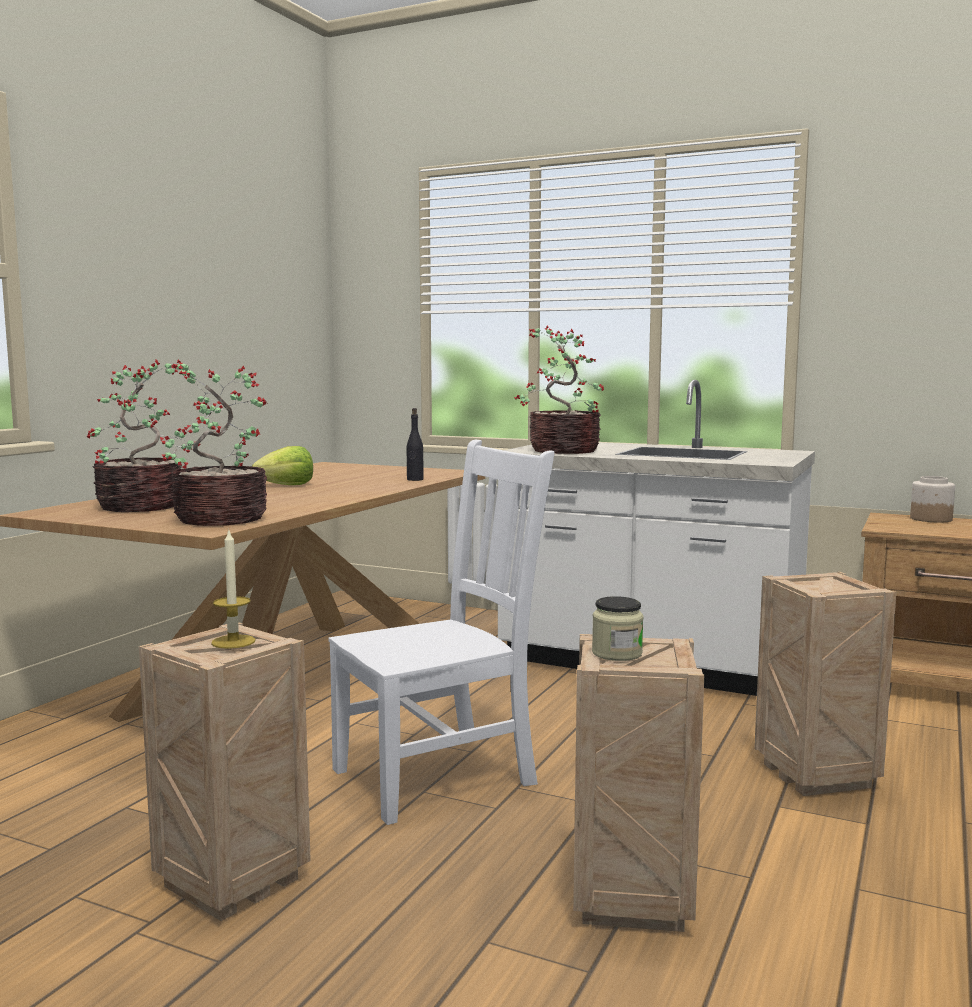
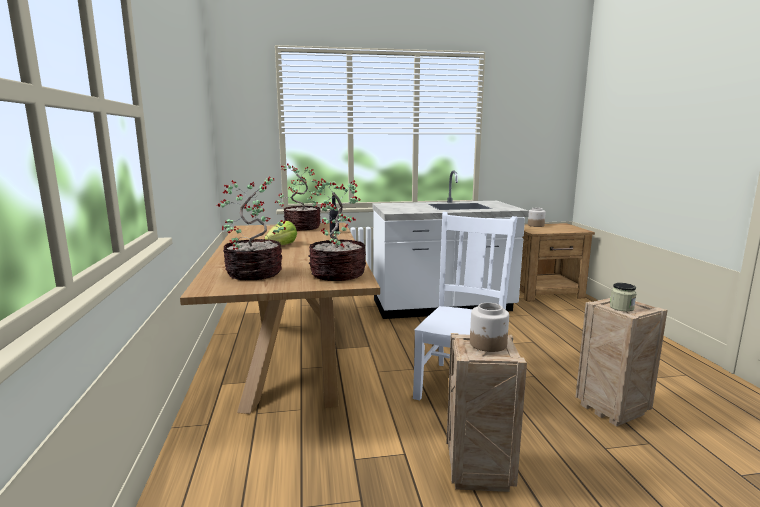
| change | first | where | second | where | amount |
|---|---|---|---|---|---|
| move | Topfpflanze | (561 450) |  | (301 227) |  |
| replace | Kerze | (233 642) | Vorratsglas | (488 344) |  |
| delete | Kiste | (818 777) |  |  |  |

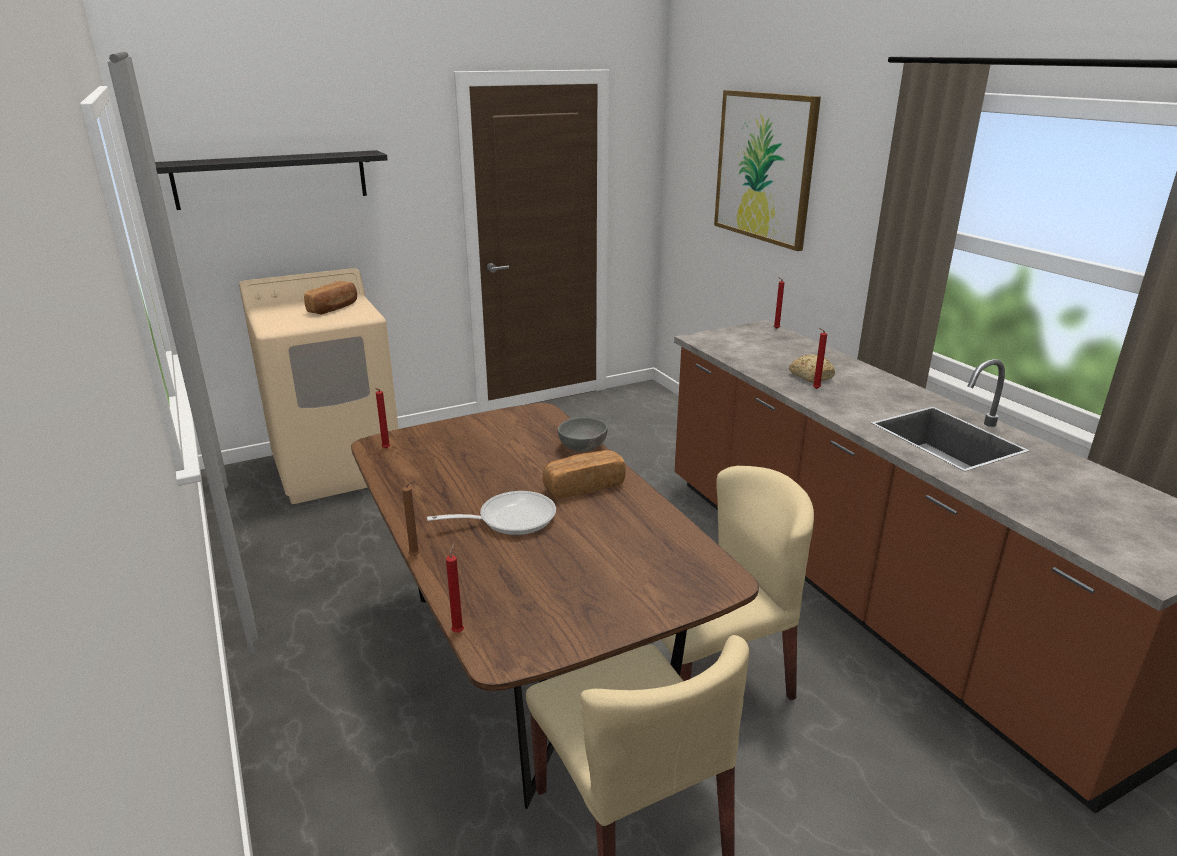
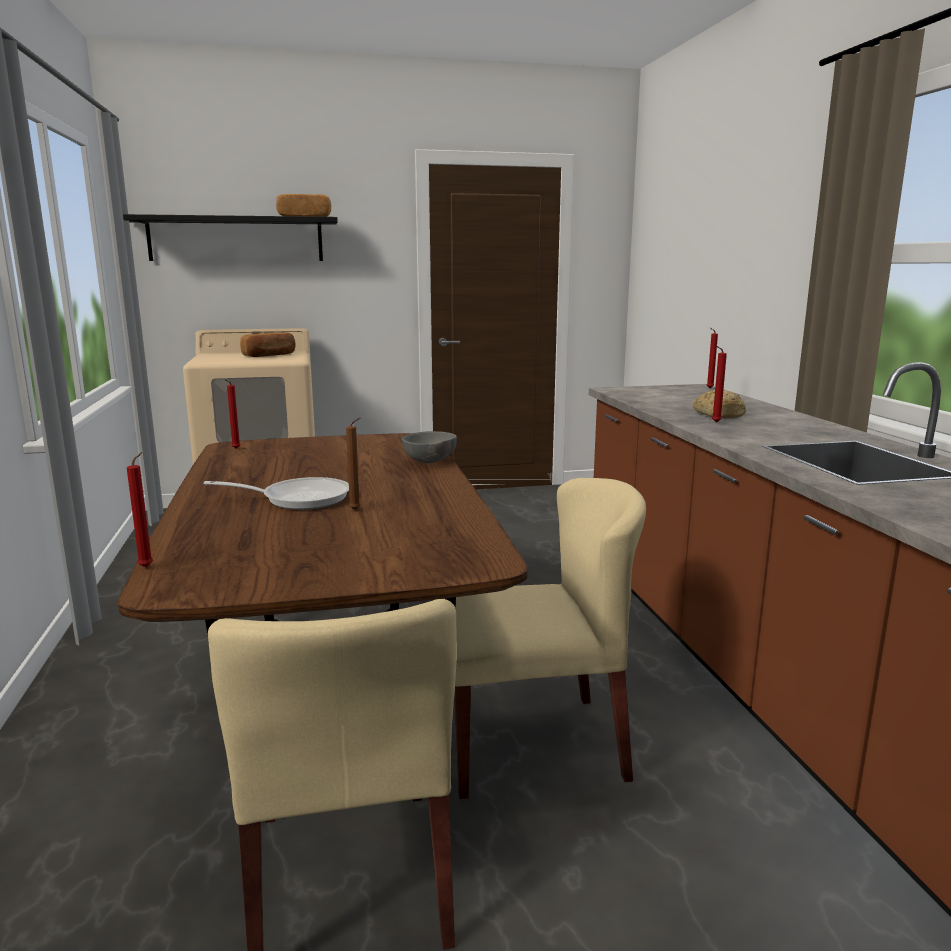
| change | first | where | second | where | amount |
|---|---|---|---|---|---|
| move | Brot | (583 486) |  | (304 217) |  |
| move | Kerze/braun | (416 556) |  | (356 510) |  |
| delete | Bild | (764 167) |  |  |  |

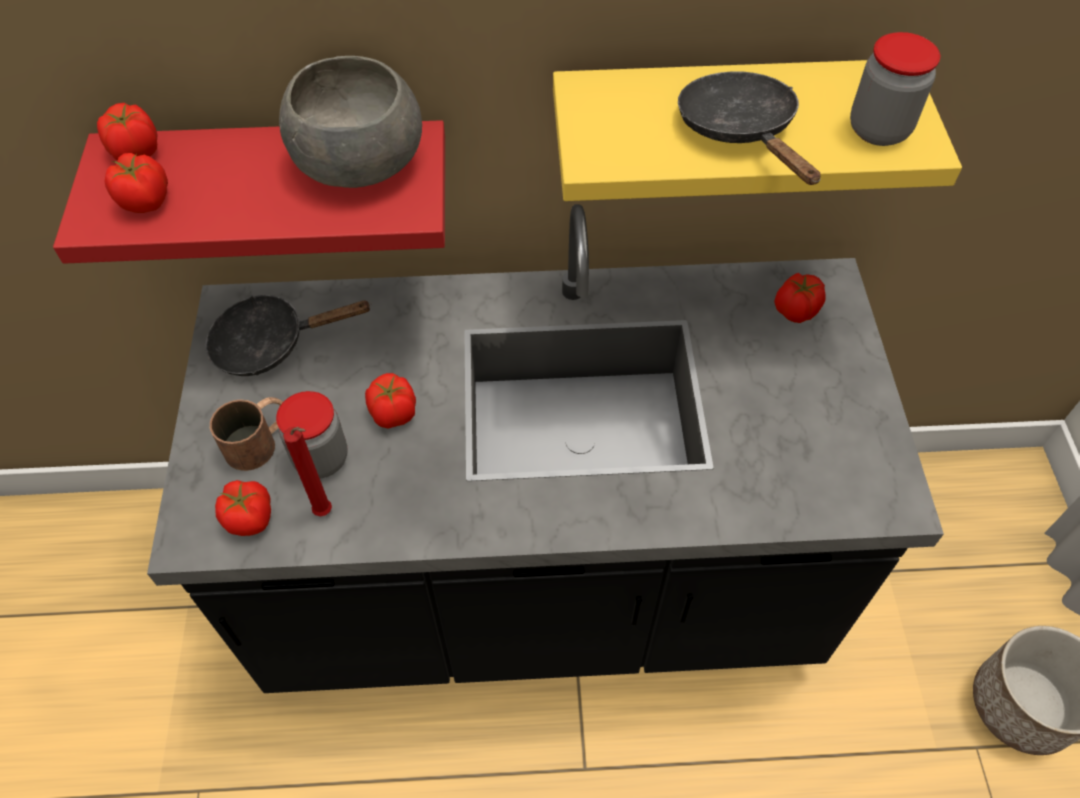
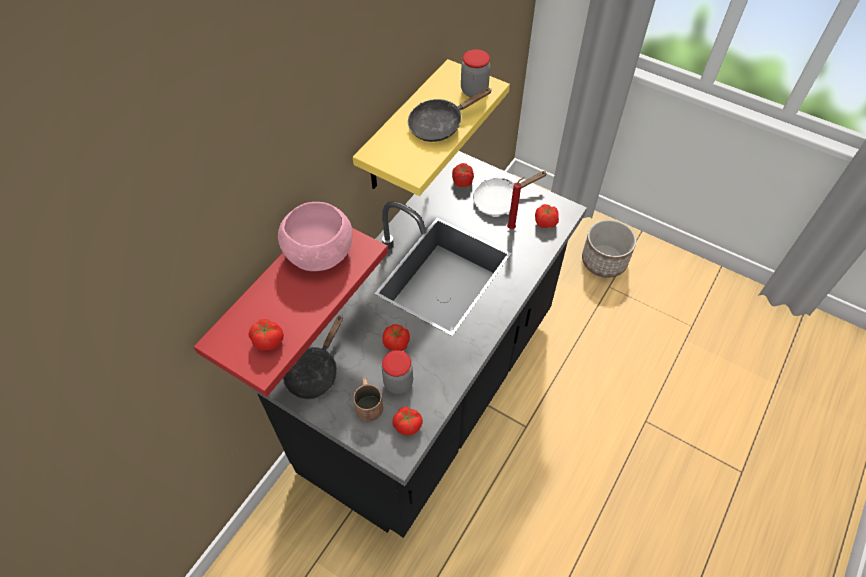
| change | first | where | second | where | amount |
|---|---|---|---|---|---|
| recolor | Schüssel/grau | (357 162) | Schüssel/rosa | (319 253) |  |
| rotate | Pfanne/schwarz | (741 131) |  | (440 125) | 45 degrees counterclockwise |
| insert |  |  | Pfanne/weiß | (500 200) |  |
| move | Kerze/rot | (326 513) |  | (512 227) |  |
| move | Tomate | (135 152) |  | (546 223) |  |

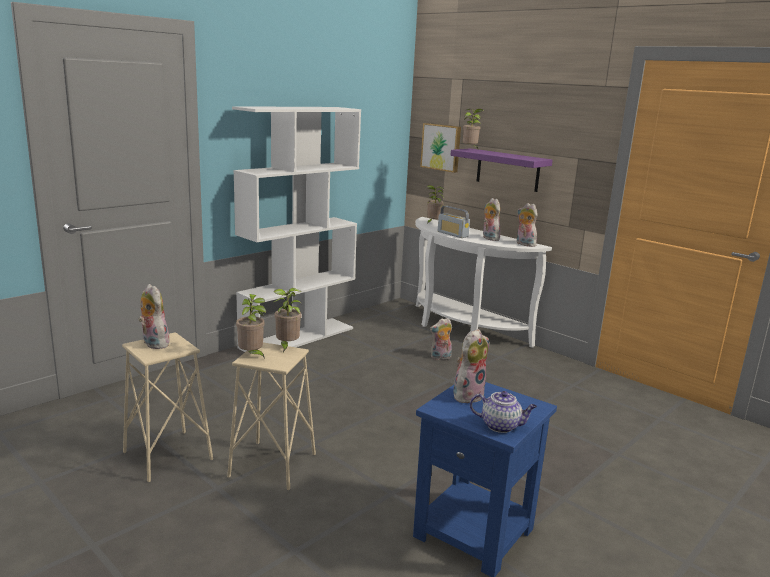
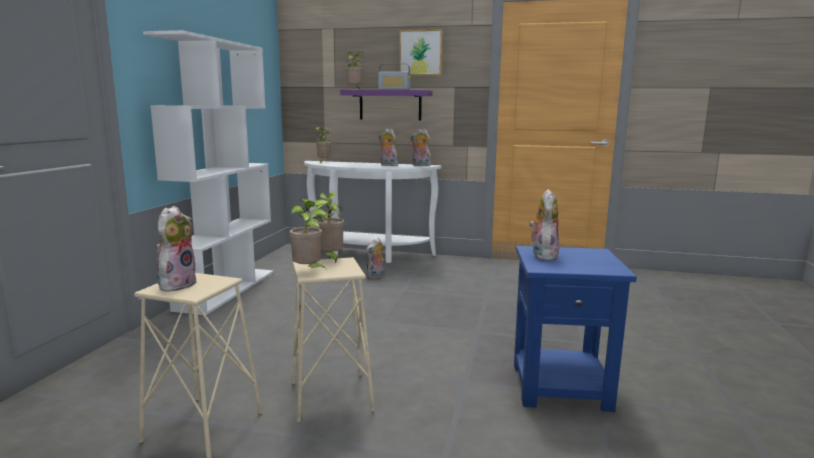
| change | first | where | second | where | amount |
|---|---|---|---|---|---|
| rotate | Plüschtier | (153 343) |  | (177 284) | 90 degrees clockwise |
| move | Radio | (452 234) |  | (394 89) |  |
| move | Bild | (441 147) |  | (421 53) |  |
| delete | Teekanne | (501 426) |  |  |  |

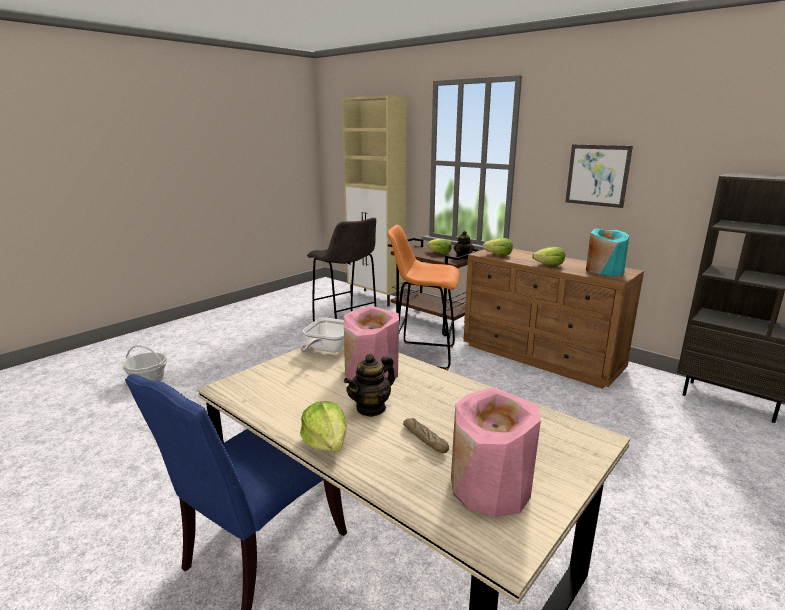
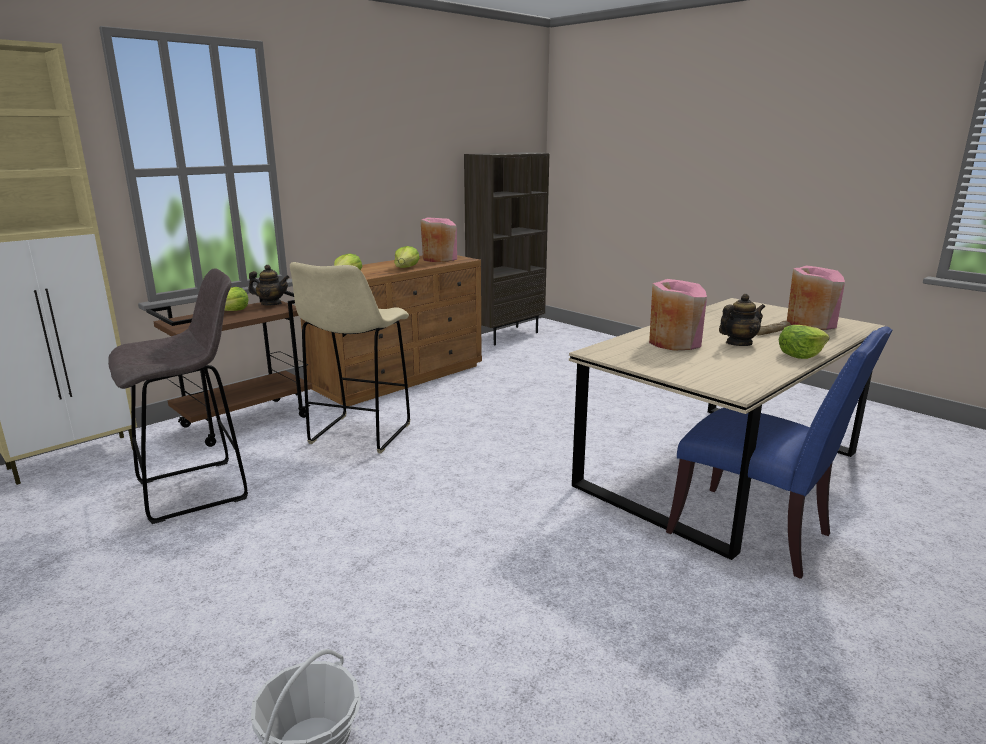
| change | first | where | second | where | amount |
|---|---|---|---|---|---|
| recolor | Hocker/orange | (422 355) | Hocker/beige | (359 435) |  |
| recolor | Vase/türkis | (604 271) | Vase/rosa | (439 259) |  |
| rotate | Teekanne | (371 408) |  | (738 343) | 75 degrees counterclockwise |
| delete | Pfanne | (327 350) |  |  |  |
| delete | Bild | (597 175) |  |  |  |

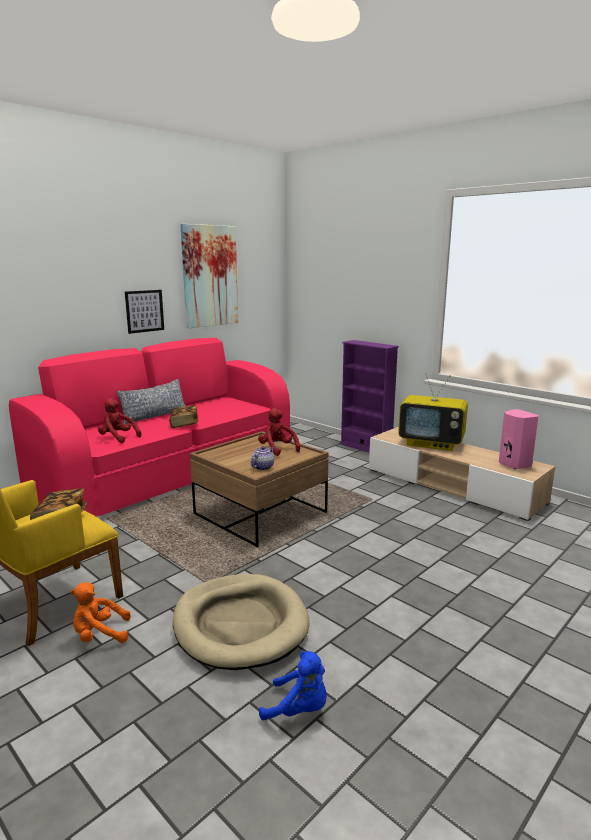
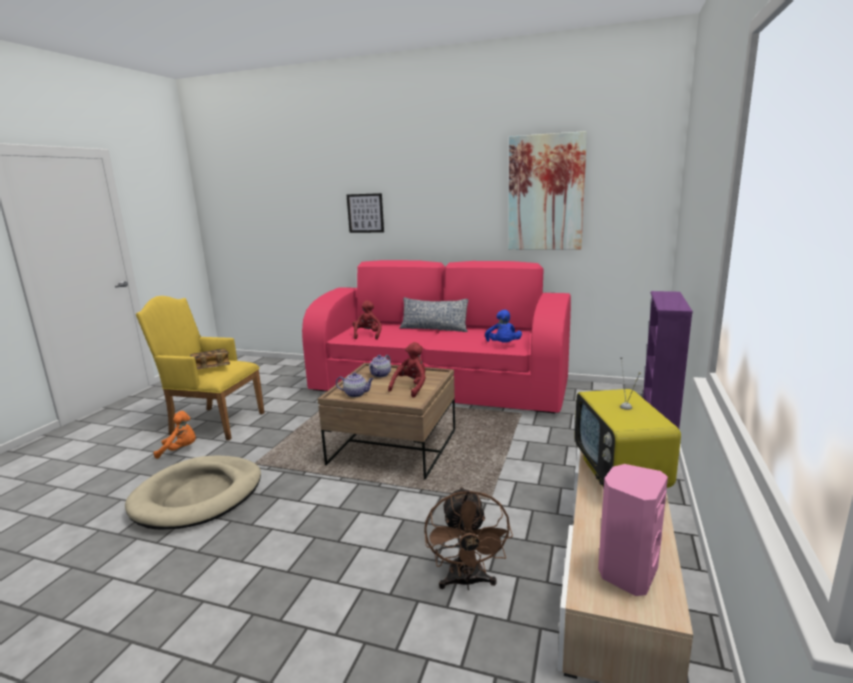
| change | first | where | second | where | amount |
|---|---|---|---|---|---|
| rotate | Plüschtier/orange | (99 635) |  | (180 450) | 120 degrees clockwise |
| move | Bild | (144 311) |  | (365 213) |  |
| insert |  |  | Teekanne | (381 375) |  |
| insert |  |  | Ventilator/braun | (467 582) |  |
| move | Plüschtier/blau | (299 709) |  | (503 345) |  |
| delete | Buch | (184 424) |  |  |  |

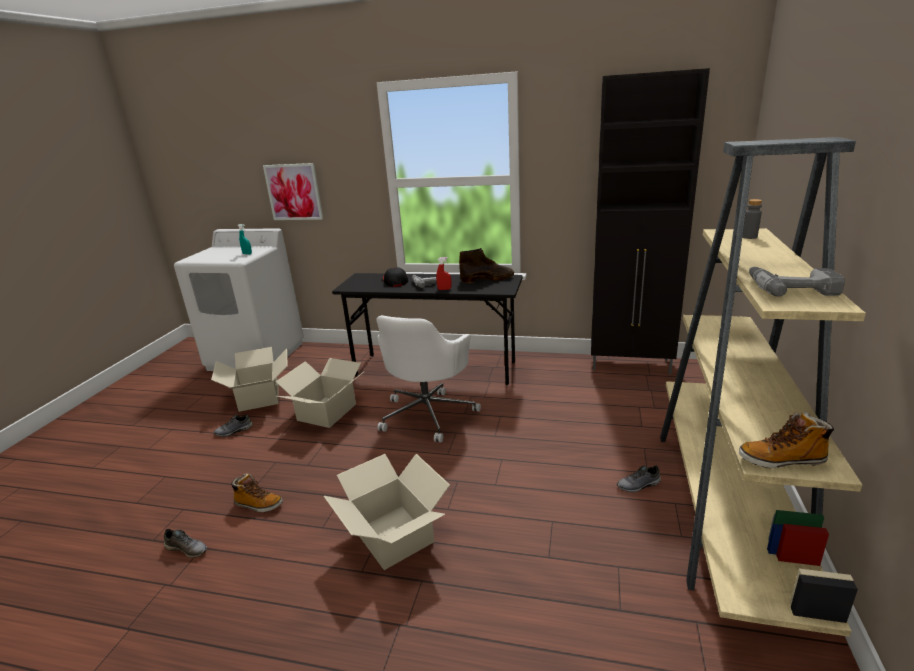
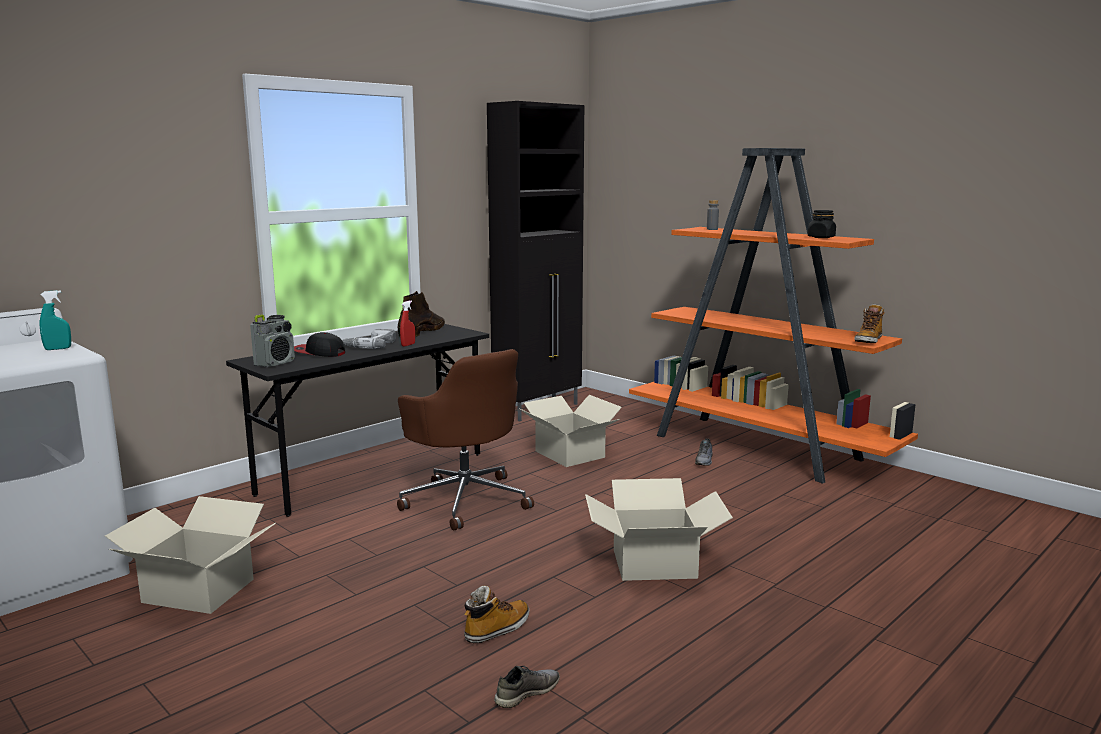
| change | first | where | second | where | amount |
|---|---|---|---|---|---|
| insert |  |  | Radio | (275 363) |  |
| recolor | Bürostuhl/weiß | (428 414) | Bürostuhl/braun | (465 500) |  |
| move | Karton | (327 412) |  | (570 454) |  |
| recolor | Bücherregal/beige | (724 508) | Bücherregal/orange | (759 448) |  |
| replace | Bohrmaschine | (790 287) | Vorratsglas/schwarz | (821 237) |  |
| delete | Schuh/grau | (234 431) |  |  |  |
| delete | Bild | (294 192) |  |  |  |

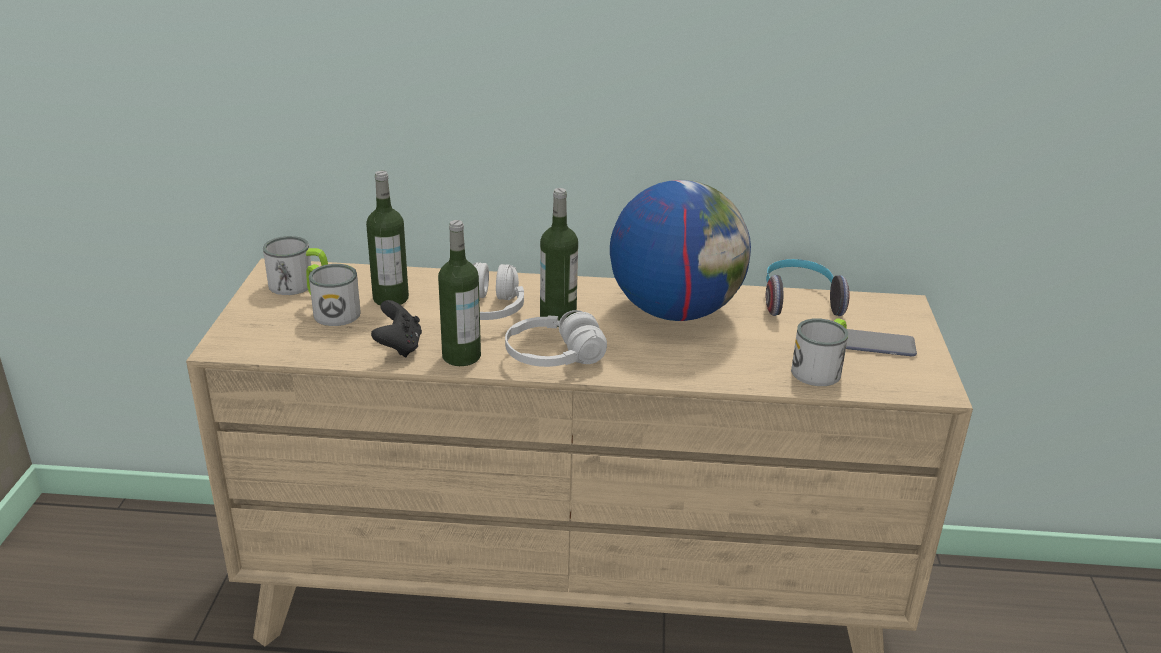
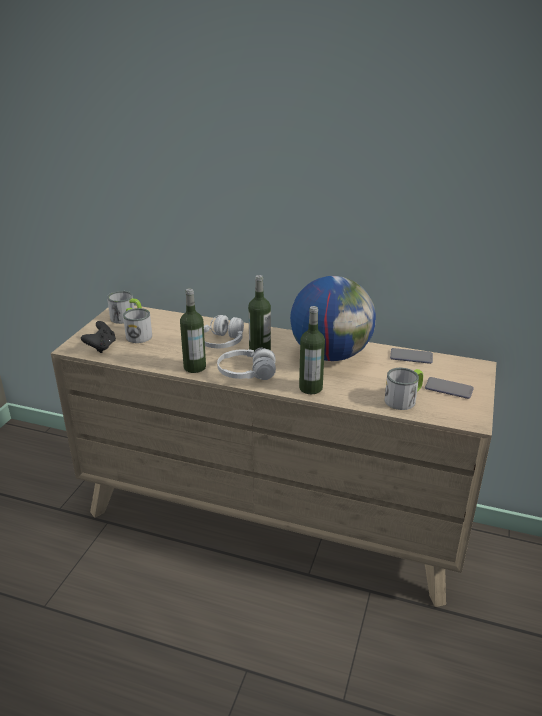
| change | first | where | second | where | amount |
|---|---|---|---|---|---|
| move | Gamepad/schwarz | (399 347) |  | (101 347) |  |
| move | Flasche | (390 298) |  | (310 388) |  |
| replace | Kopfhörer | (799 301) | Handy | (411 357) |  |

